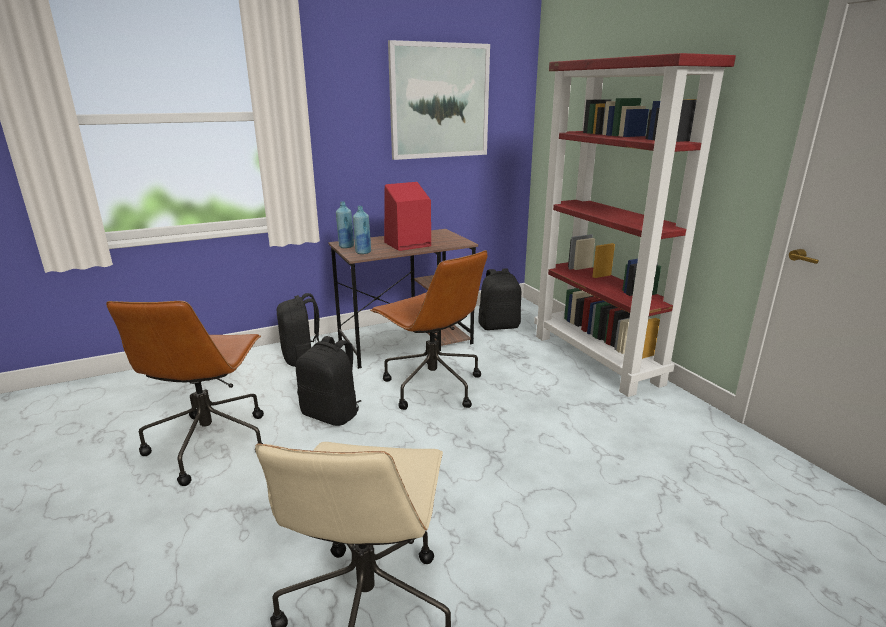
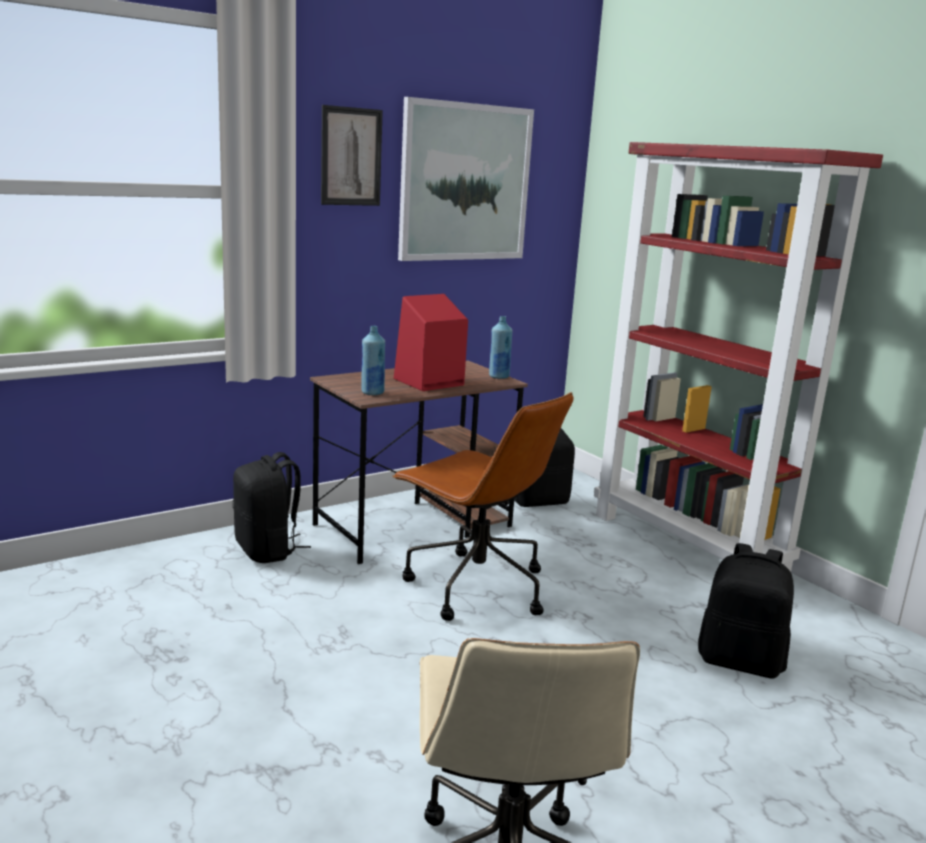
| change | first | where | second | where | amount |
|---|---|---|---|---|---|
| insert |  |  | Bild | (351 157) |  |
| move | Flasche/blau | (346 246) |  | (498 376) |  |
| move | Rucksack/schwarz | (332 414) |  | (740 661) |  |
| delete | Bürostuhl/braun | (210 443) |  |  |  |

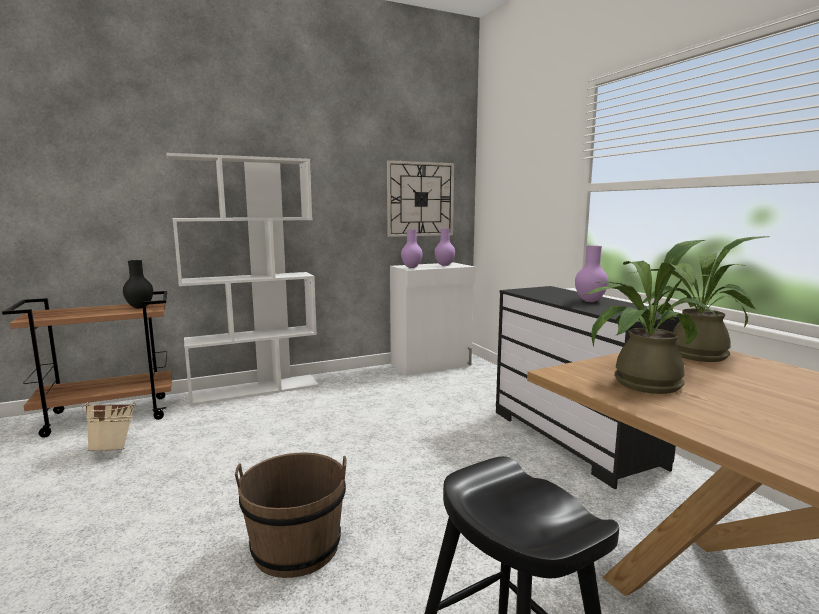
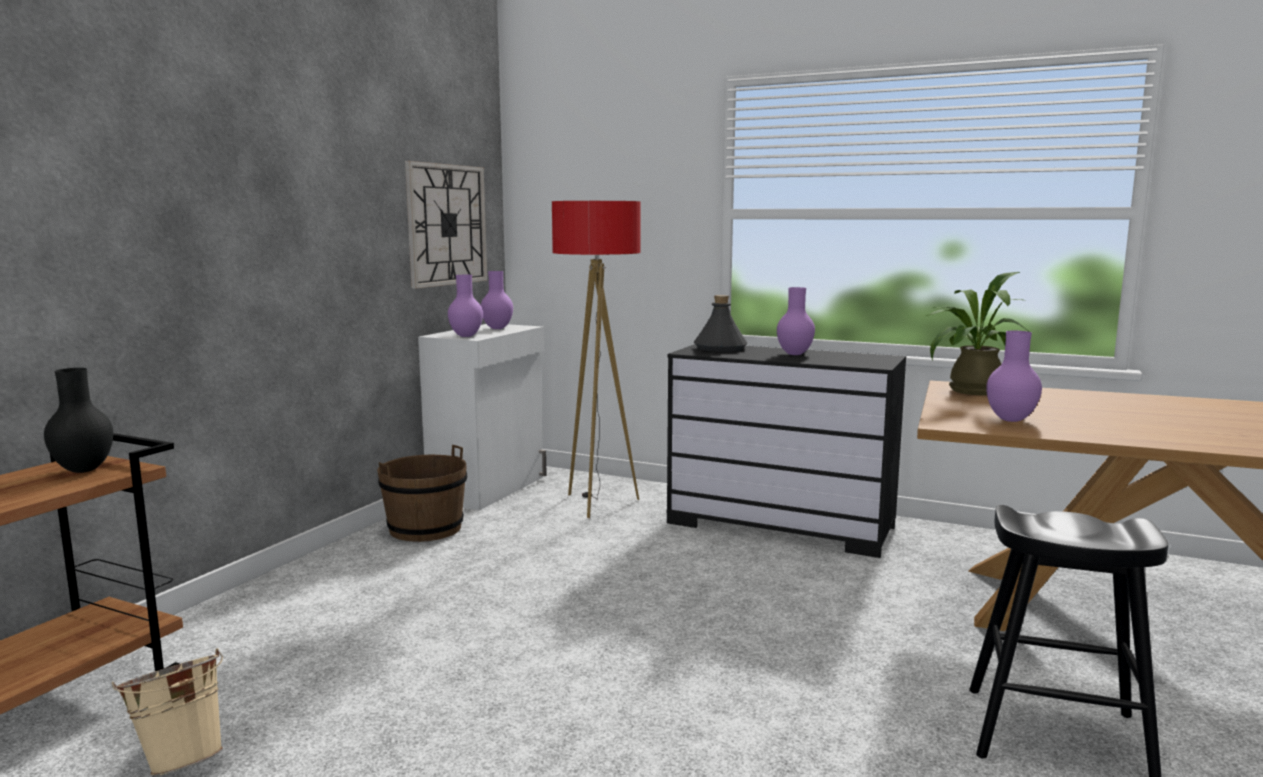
| change | first | where | second | where | amount |
|---|---|---|---|---|---|
| move | Eimer/braun | (296 548) |  | (426 529) |  |
| insert |  |  | Stehlampe | (598 503) |  |
| insert |  |  | Flasche/grau | (719 348) |  |
| replace | Topfpflanze | (639 384) | Vase/lila | (1009 420) |  |
| delete | Bücherregal/weiß | (255 389) |  |  |  |

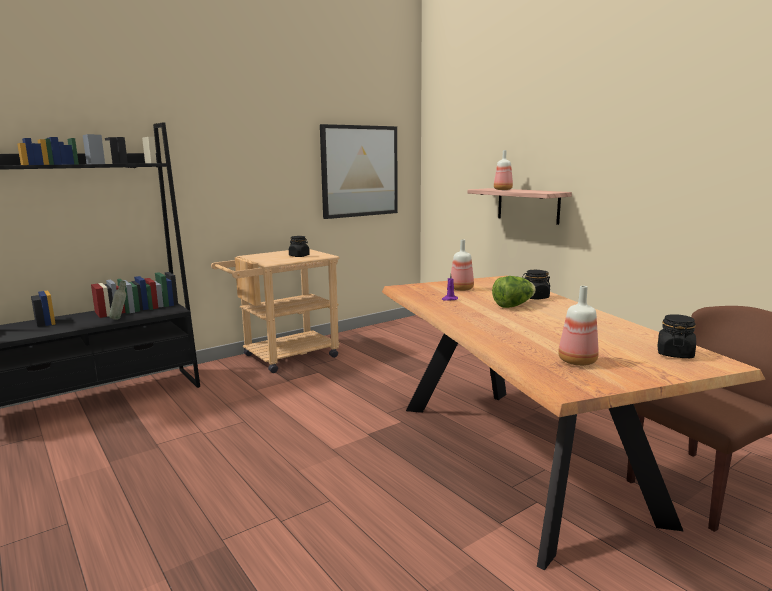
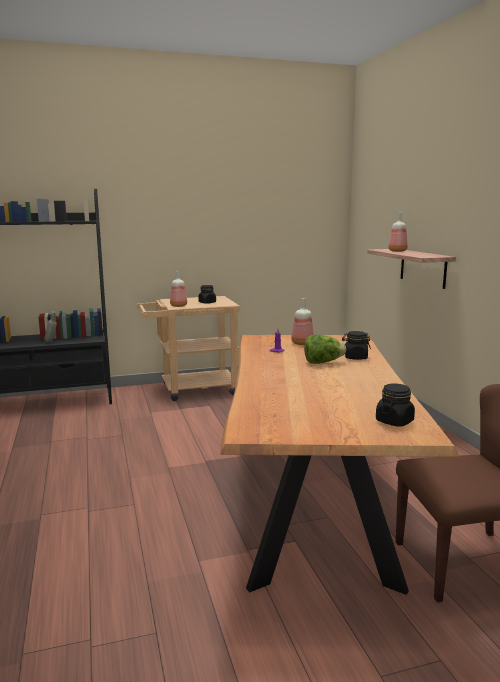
| change | first | where | second | where | amount |
|---|---|---|---|---|---|
| move | Flasche | (576 361) |  | (178 306) |  |
| delete | Bild | (359 171) |  |  |  |

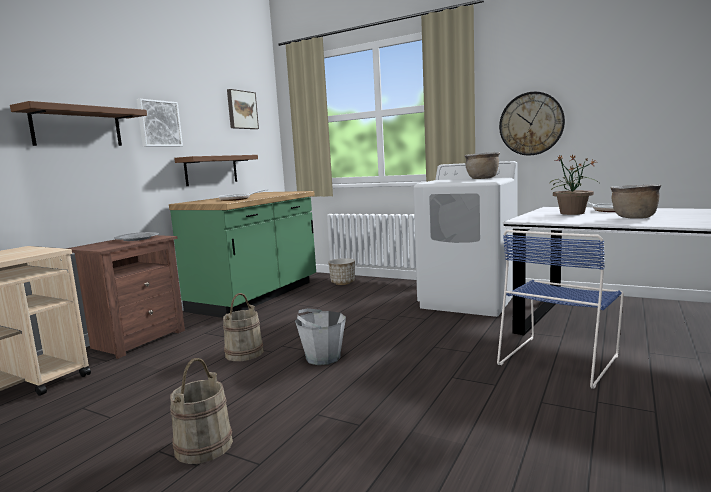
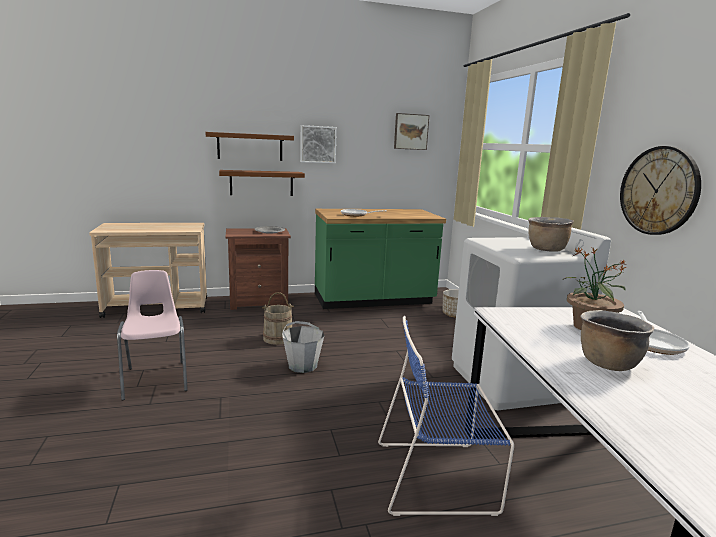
| change | first | where | second | where | amount |
|---|---|---|---|---|---|
| replace | Eimer/beige | (203 446) | Stuhl/rosa | (156 379) |  |
| move | Wandregal/braun | (211 170) |  | (261 183) |  |

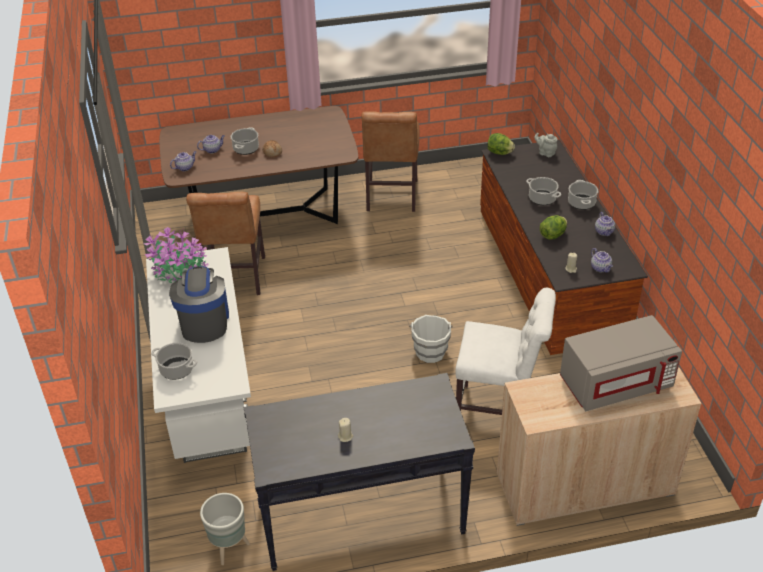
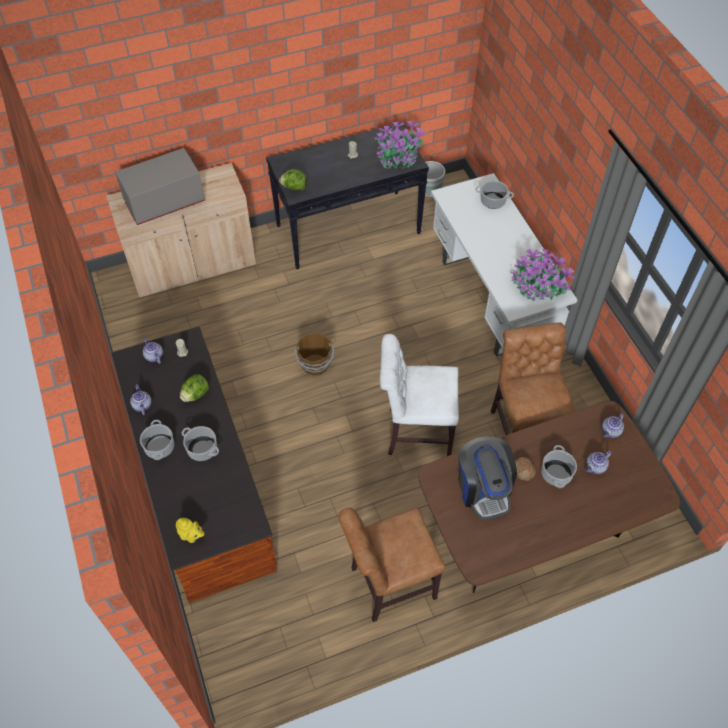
| change | first | where | second | where | amount |
|---|---|---|---|---|---|
| recolor | Teekanne/grau | (545 153) | Teekanne/gelb | (191 536) |  |
| move | Salatkopf | (499 153) |  | (294 187) |  |
| recolor | Eimer/weiß | (430 351) | Eimer/braun | (315 365) |  |
| rotate | Stuhl/braun | (391 198) |  | (388 584) | 105 degrees counterclockwise |
| insert |  |  | Topfpflanze | (398 157) |  |
| move | Stuhl/weiß | (498 413) |  | (415 432) |  |
| move | Kaffeemaschine | (204 322) |  | (483 489) |  |

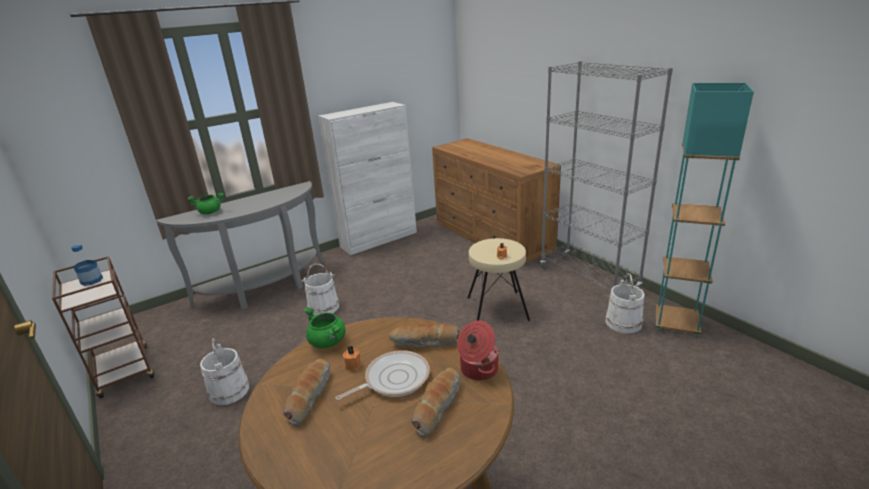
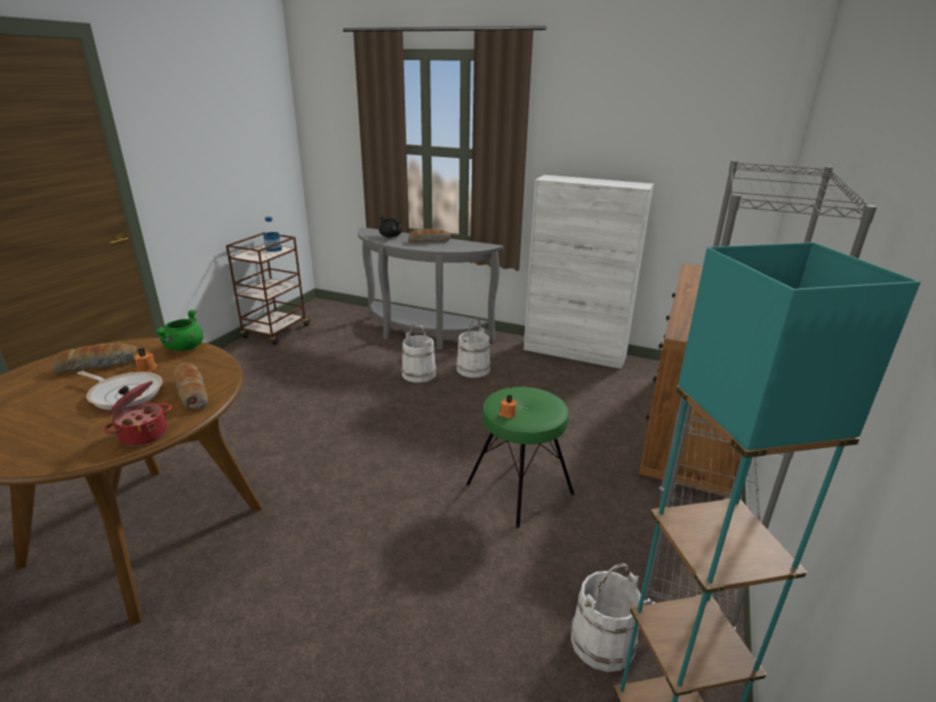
| change | first | where | second | where | amount |
|---|---|---|---|---|---|
| recolor | Kochtopf/grün | (210 212) | Kochtopf/schwarz | (391 236) |  |
| move | Brot | (437 406) |  | (429 241) |  |
| move | Eimer/weiß | (229 391) |  | (473 369) |  |
| recolor | Hocker/beige | (497 308) | Hocker/grün | (520 489) |  |

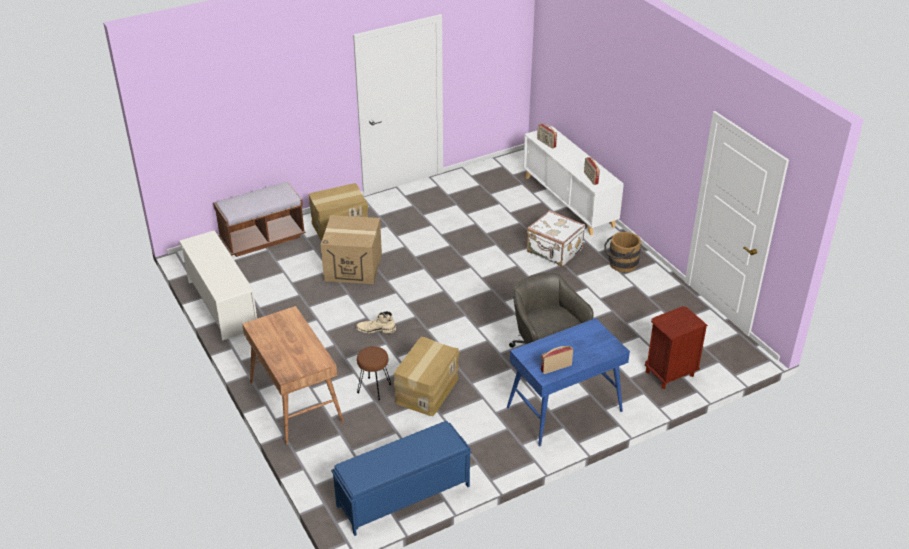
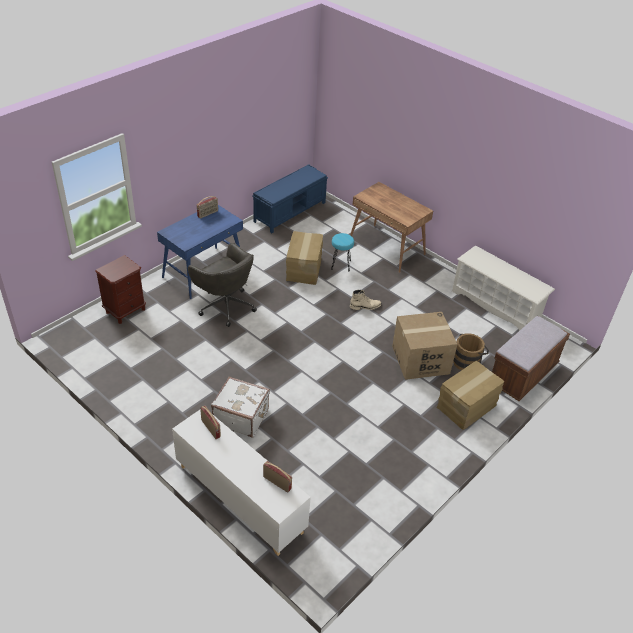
| change | first | where | second | where | amount |
|---|---|---|---|---|---|
| recolor | Hocker/braun | (374 389) | Hocker/türkis | (340 264) |  |
| move | Eimer/braun | (620 264) |  | (467 361) |  |

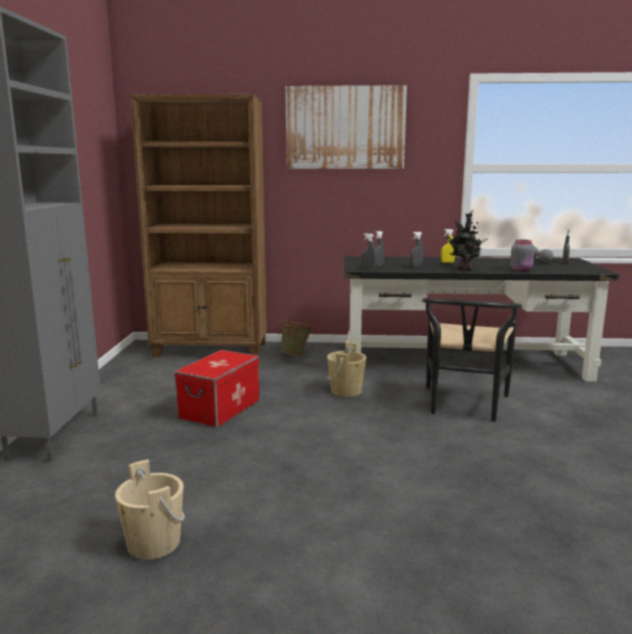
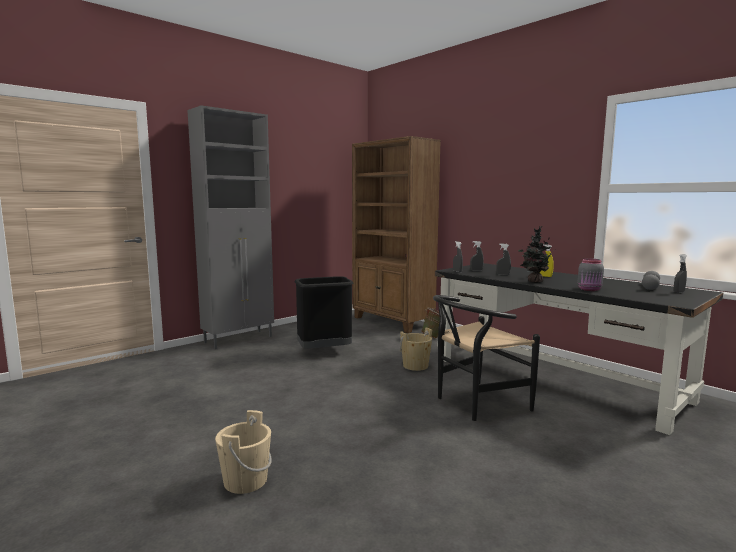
| change | first | where | second | where | amount |
|---|---|---|---|---|---|
| move | Eimer/beige | (154 543) |  | (245 480) |  |
| replace | Aufbewahrungsbox | (220 409) | Mülleimer/schwarz | (324 352) |  |
| delete | Bild | (345 128) |  |  |  |

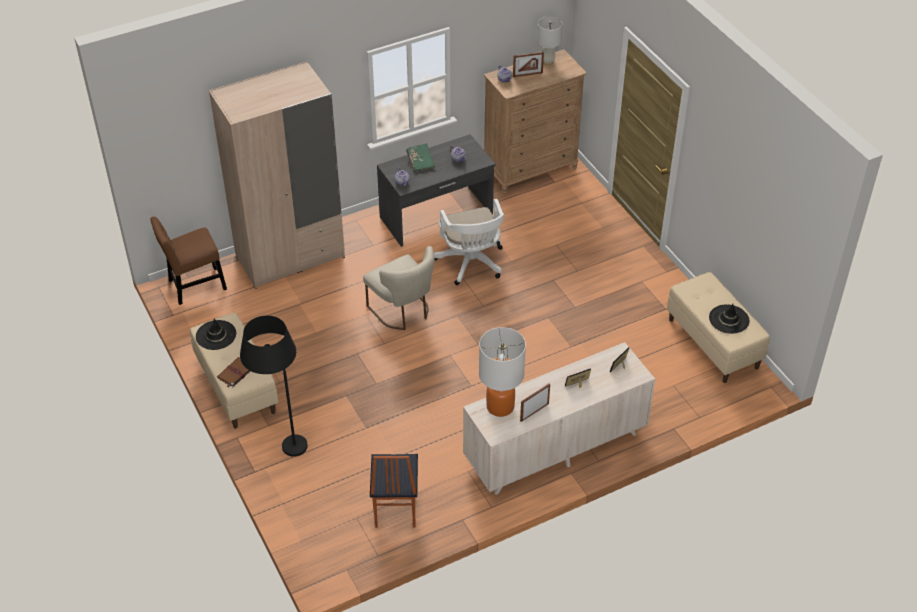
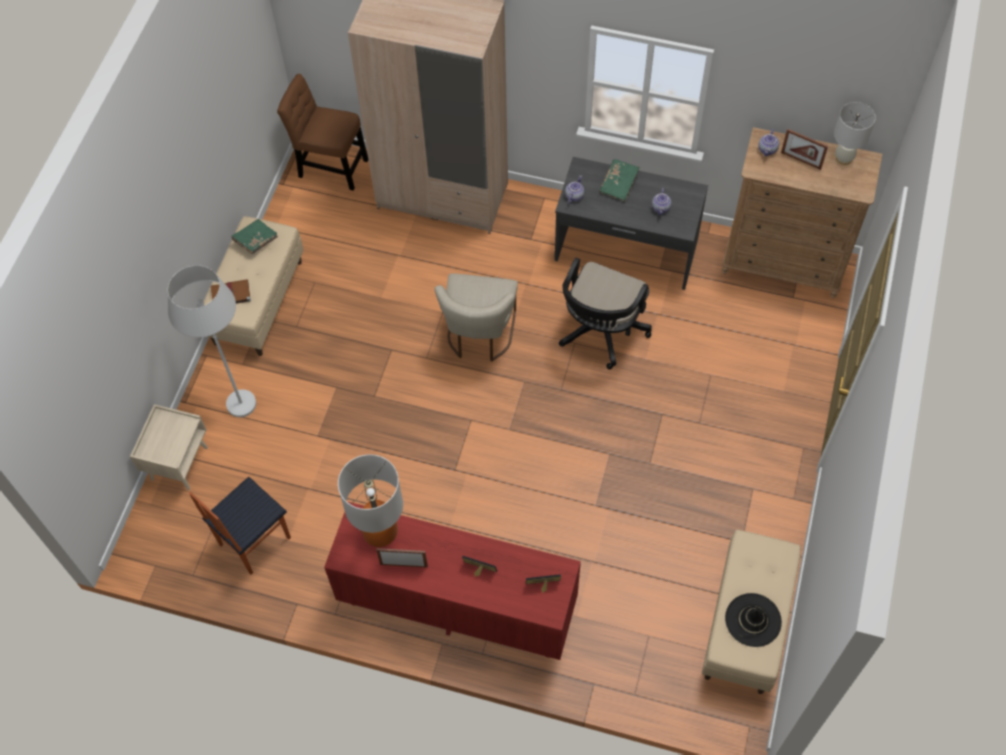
| change | first | where | second | where | amount |
|---|---|---|---|---|---|
| insert |  |  | Nachttisch/beige | (179 462) |  |
| recolor | Stehlampe/schwarz | (281 443) | Stehlampe/weiß | (234 391) |  |
| replace | Hut/schwarz | (216 335) | Buch/grün | (255 240) |  |
| recolor | Kommode/beige | (555 448) | Kommode/rot | (457 603) |  |
| recolor | Bürostuhl/weiß | (471 264) | Bürostuhl/schwarz | (600 333) |  |

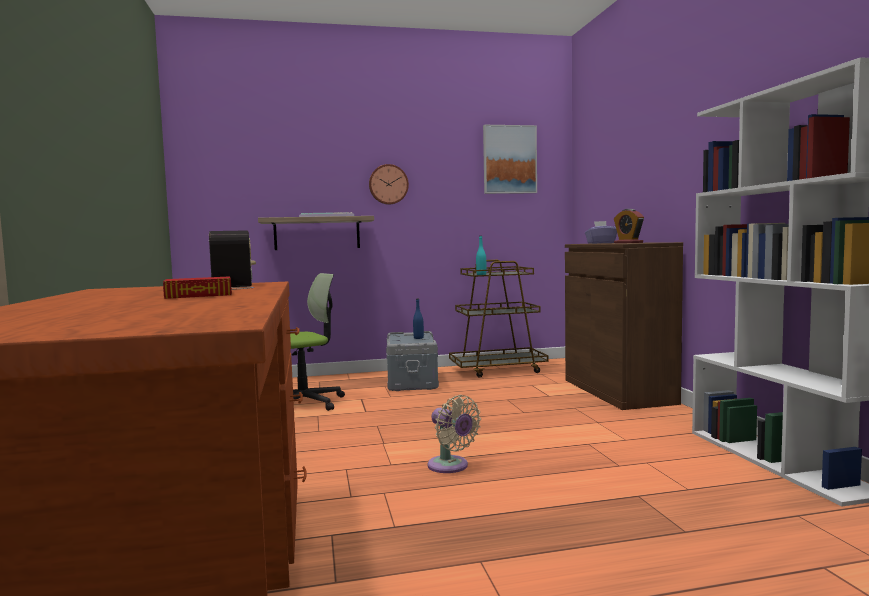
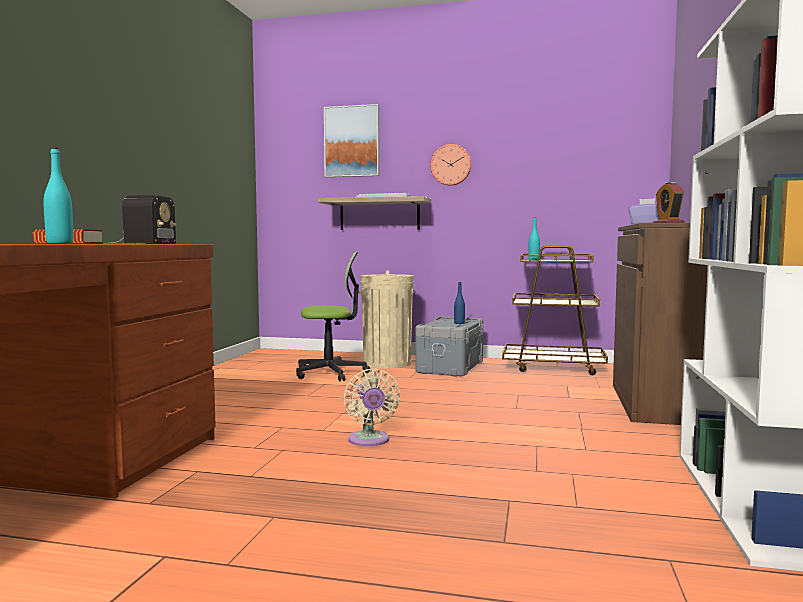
| change | first | where | second | where | amount |
|---|---|---|---|---|---|
| insert |  |  | Flasche/türkis | (59 243) |  |
| move | Bild | (509 159) |  | (352 141) |  |
| insert |  |  | Mülleimer/beige | (387 363) |  |

